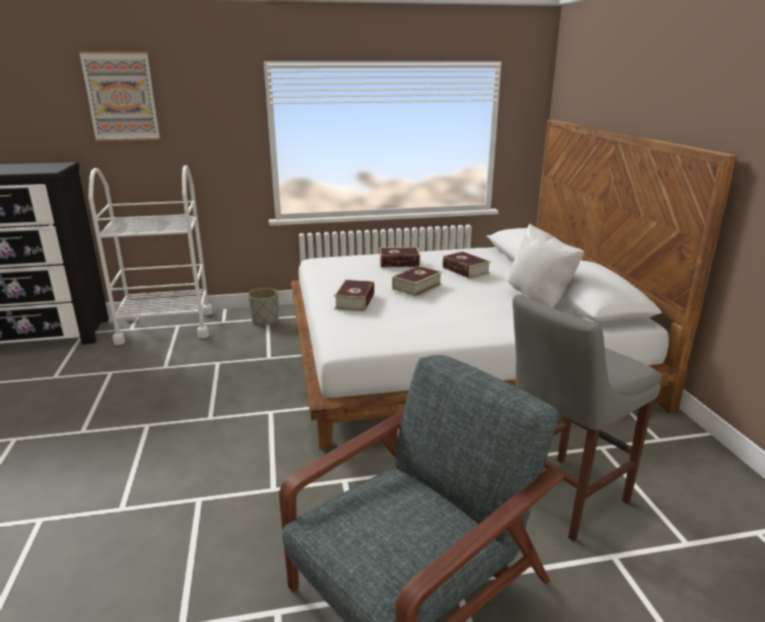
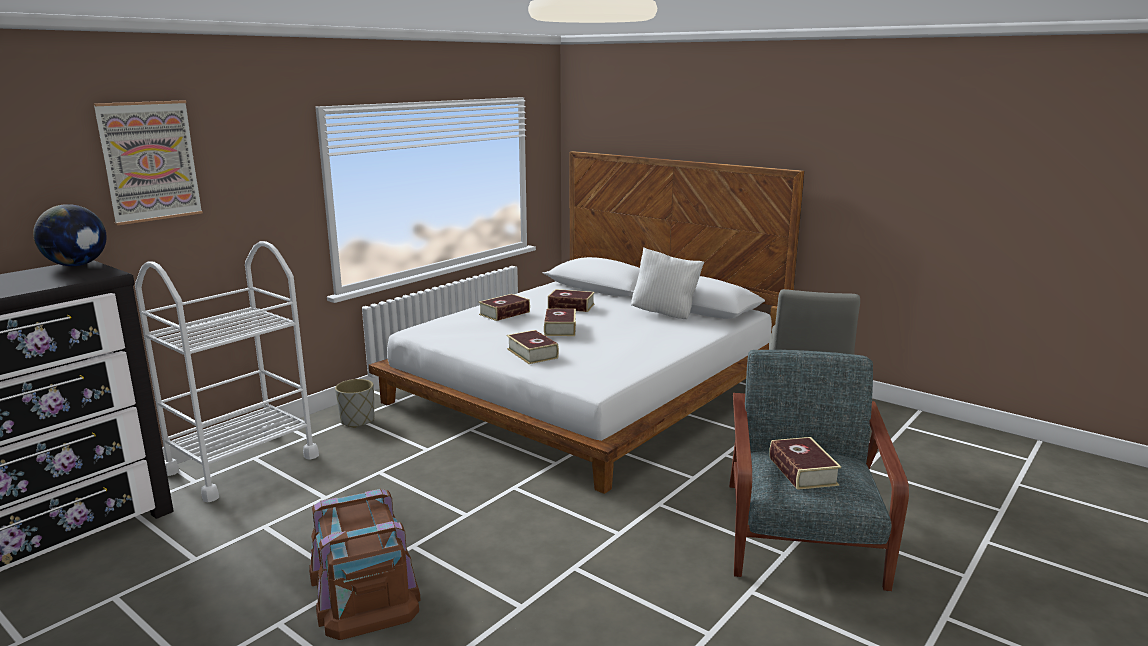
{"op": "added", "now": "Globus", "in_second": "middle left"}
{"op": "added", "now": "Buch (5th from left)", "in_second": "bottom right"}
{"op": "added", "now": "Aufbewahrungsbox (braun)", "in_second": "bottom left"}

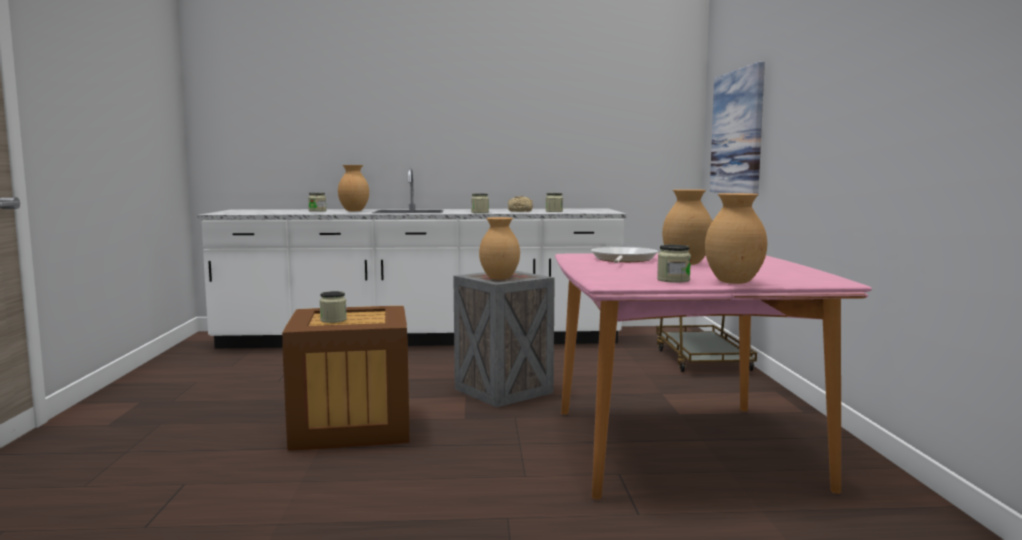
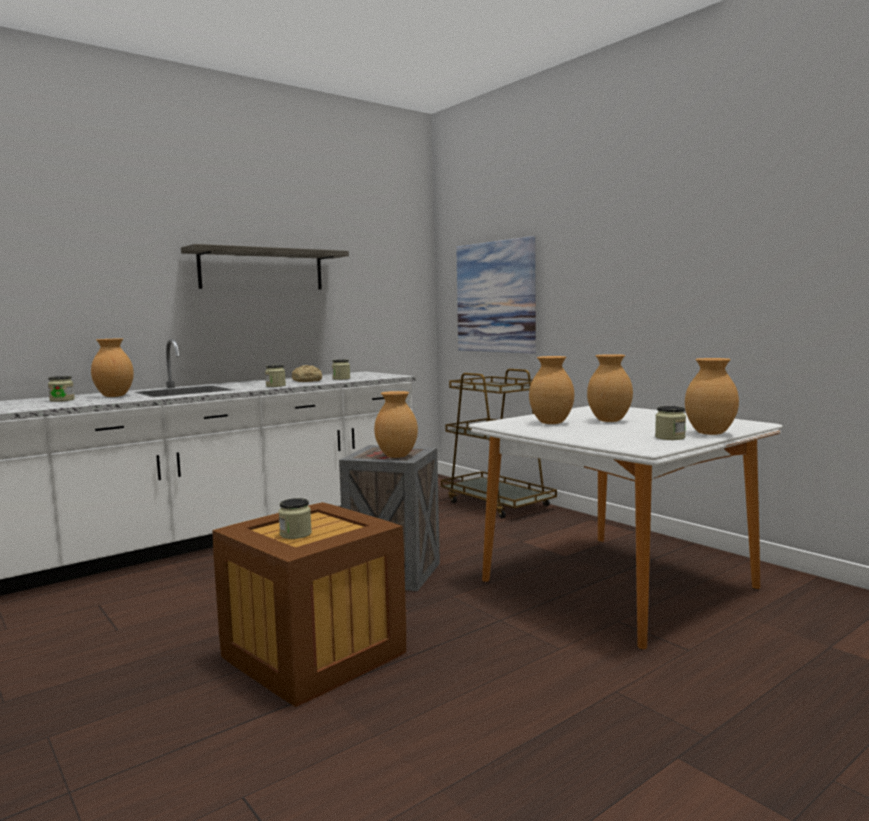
{"op": "replaced", "was": "Pfanne", "now": "Vase (braun) (3rd from left)", "in_first": "centre", "in_second": "centre"}
{"op": "recoloured", "was": "Esstisch (rosa)", "now": "Esstisch (weiß)", "in_first": "bottom right", "in_second": "middle right"}
{"op": "added", "now": "Wandregal", "in_second": "top left"}

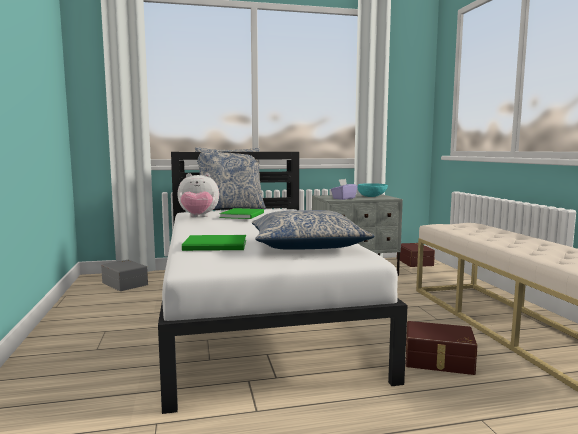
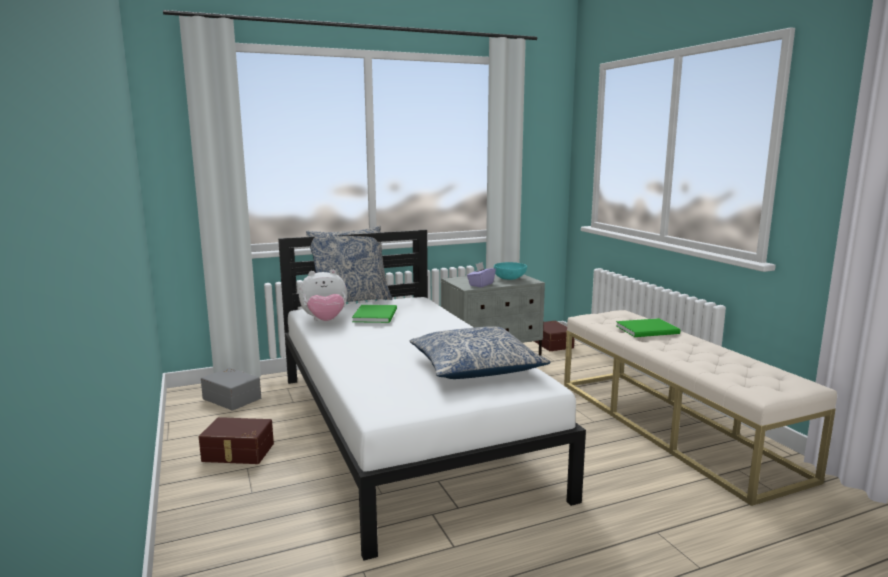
{"op": "moved", "was": "Buch (grün) (1st from left in the first image)", "now": "Buch (grün) (2nd from left)", "in_first": "centre", "in_second": "middle right"}
{"op": "moved", "was": "Aufbewahrungsbox (braun) (2nd from left in the first image)", "now": "Aufbewahrungsbox (braun) (1st from left)", "in_first": "bottom right", "in_second": "bottom left"}

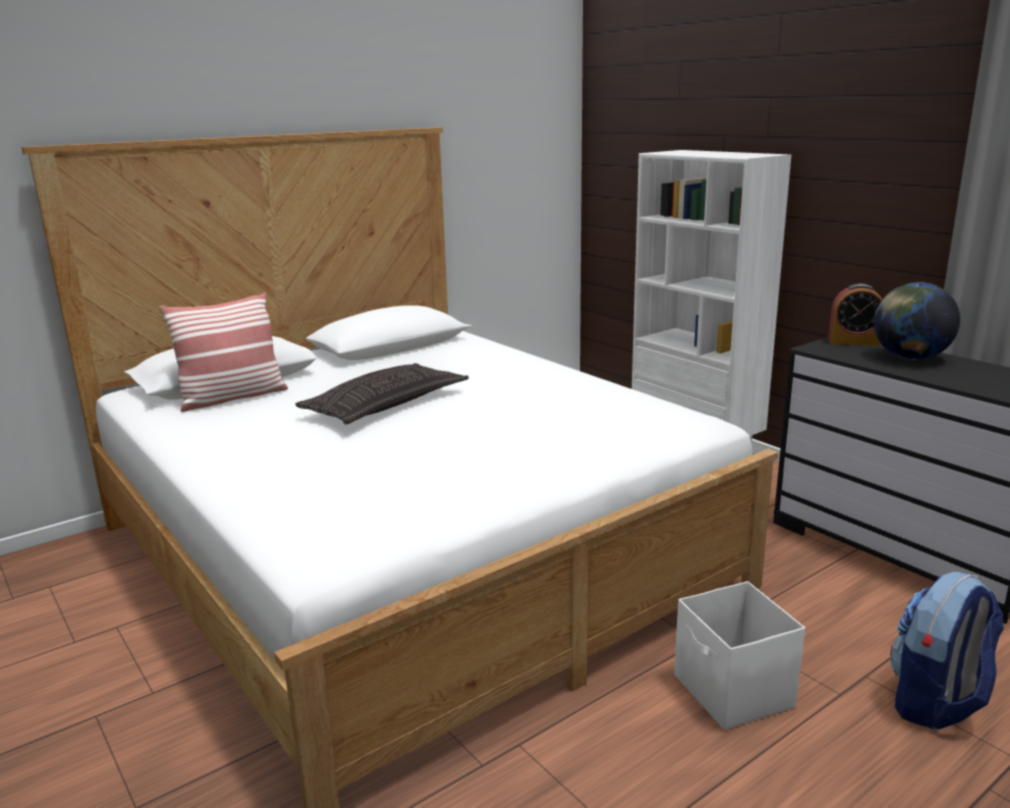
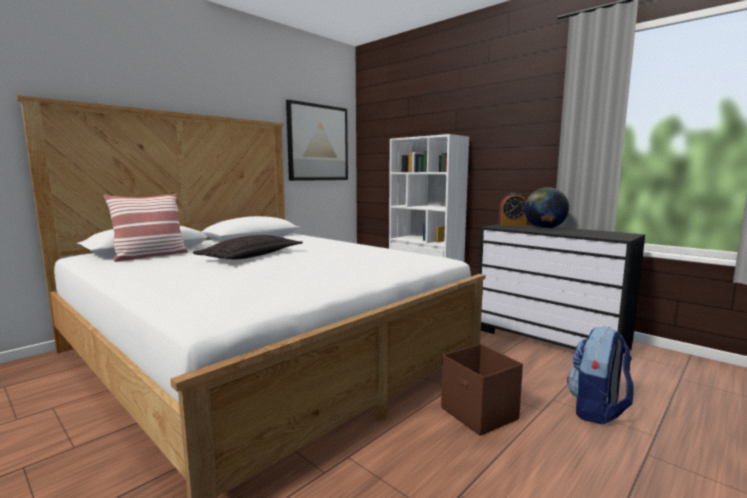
{"op": "recoloured", "was": "Aufbewahrungsbox (weiß)", "now": "Aufbewahrungsbox (braun)", "in_first": "bottom right", "in_second": "bottom centre"}
{"op": "added", "now": "Bild", "in_second": "top centre"}

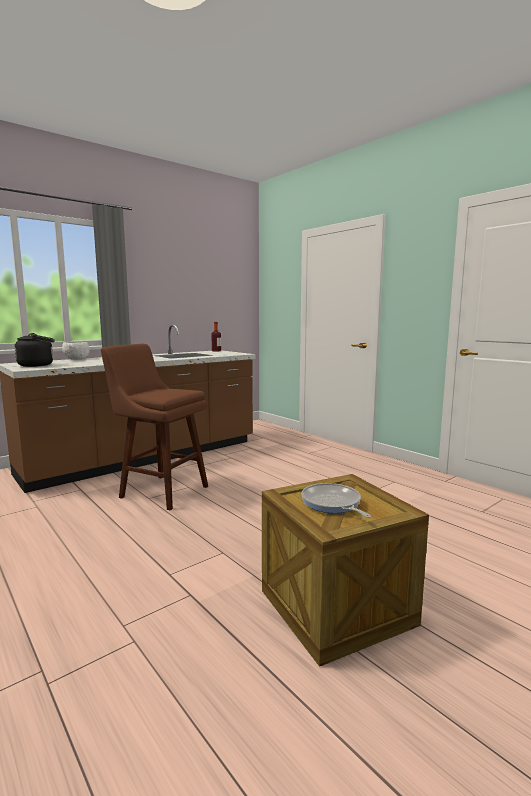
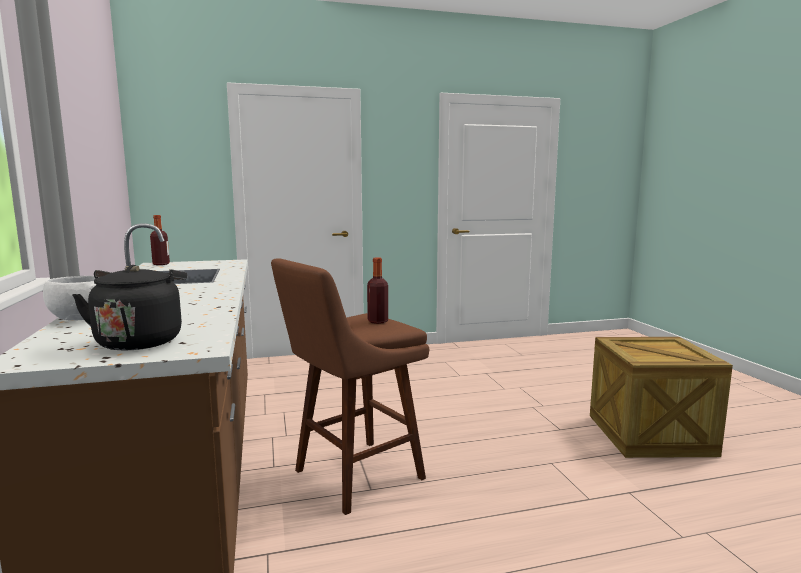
{"op": "removed", "was": "Pfanne", "in_first": "centre"}
{"op": "added", "now": "Flasche (2nd from left)", "in_second": "centre"}

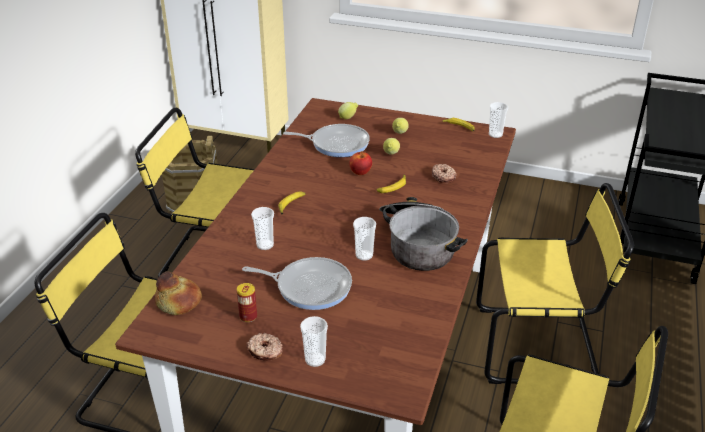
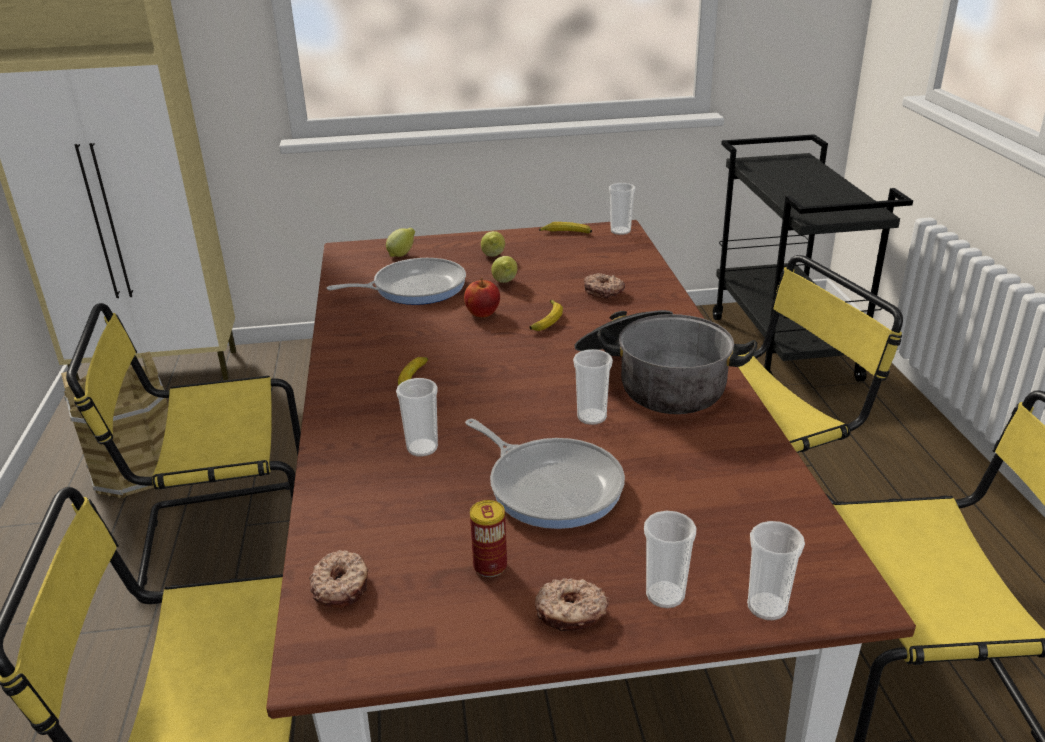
{"op": "turned", "was": "Pfanne (1st from left in the first image)", "in_first": "centre", "in_second": "centre", "clockwise": 60}
{"op": "replaced", "was": "Brot", "now": "Donut (1st from left)", "in_first": "bottom left", "in_second": "bottom left"}
{"op": "added", "now": "Tasse (5th from left)", "in_second": "bottom right"}

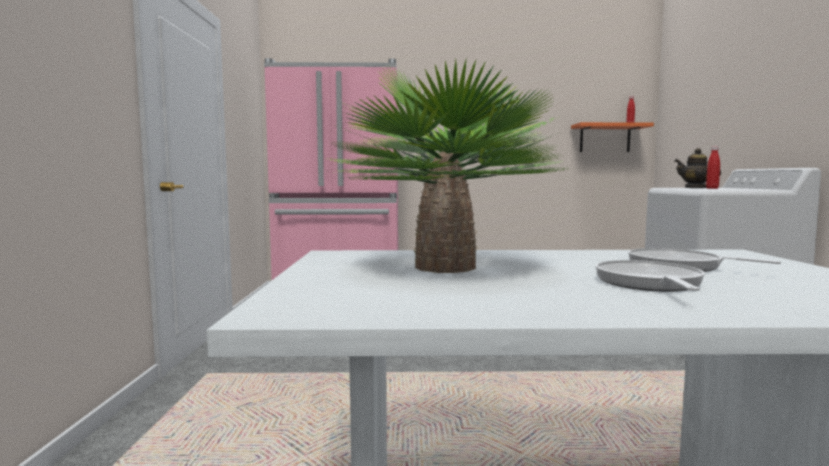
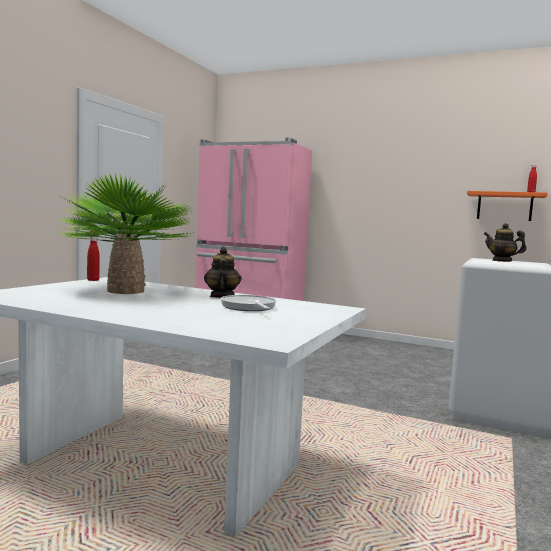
{"op": "moved", "was": "Flasche (rot) (2nd from left in the first image)", "now": "Flasche (rot) (1st from left)", "in_first": "middle right", "in_second": "middle left"}
{"op": "removed", "was": "Pfanne (1st from left)", "in_first": "middle right"}
{"op": "added", "now": "Teekanne (1st from left)", "in_second": "centre"}

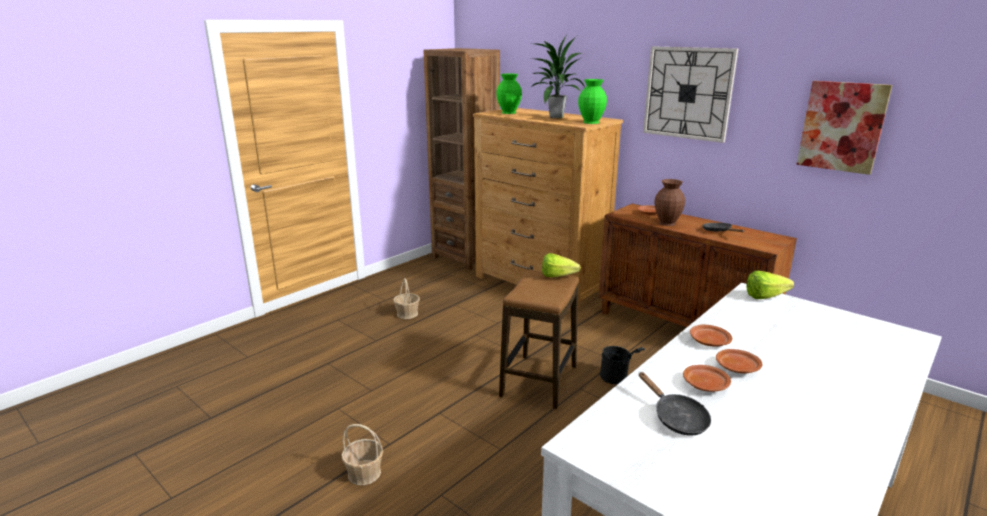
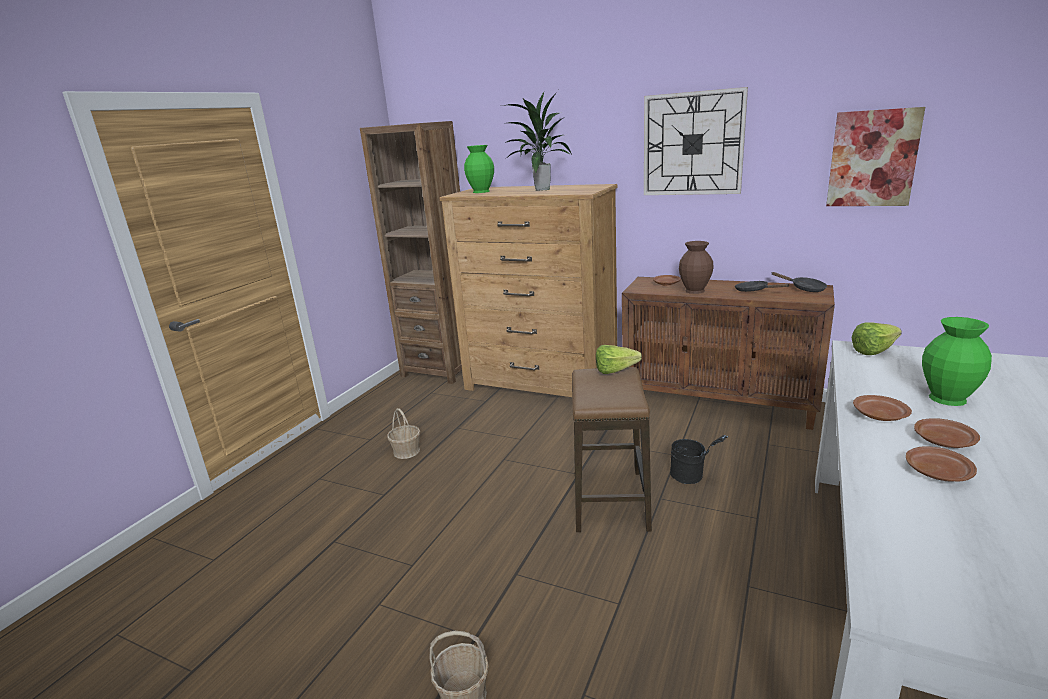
{"op": "moved", "was": "Vase (grün) (2nd from left)", "in_first": "top centre", "in_second": "middle right"}
{"op": "moved", "was": "Pfanne (schwarz) (1st from left in the first image)", "now": "Pfanne (schwarz) (2nd from left)", "in_first": "bottom right", "in_second": "middle right"}

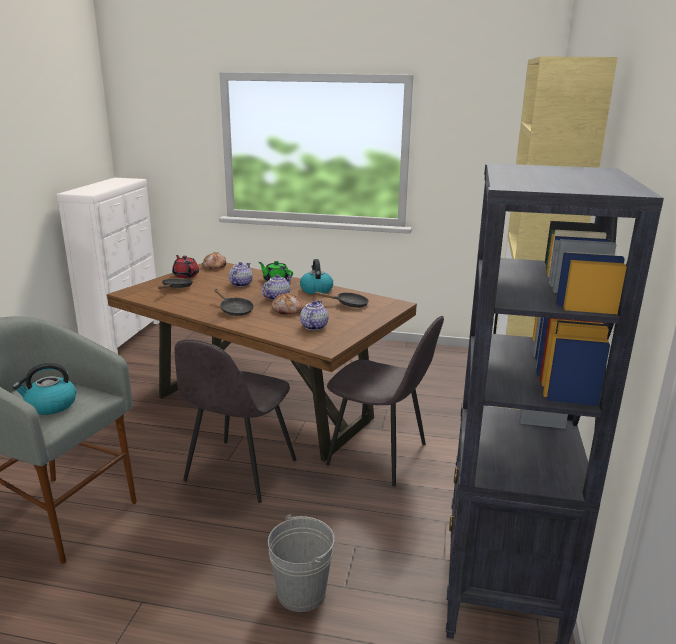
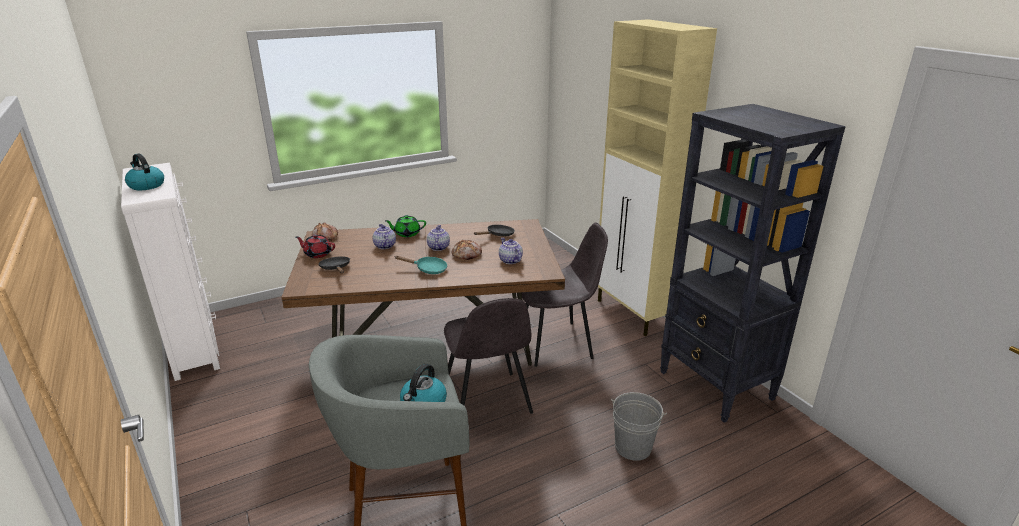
{"op": "moved", "was": "Wasserkessel (2nd from left in the first image)", "now": "Wasserkessel (1st from left)", "in_first": "centre", "in_second": "top left"}
{"op": "recoloured", "was": "Pfanne (schwarz) (2nd from left)", "now": "Pfanne (türkis)", "in_first": "centre", "in_second": "centre"}

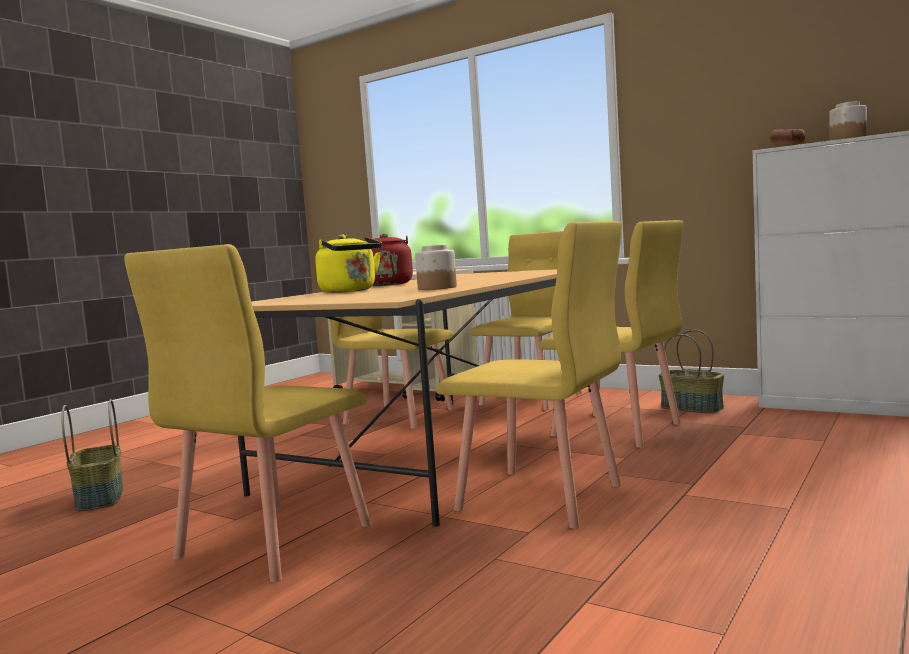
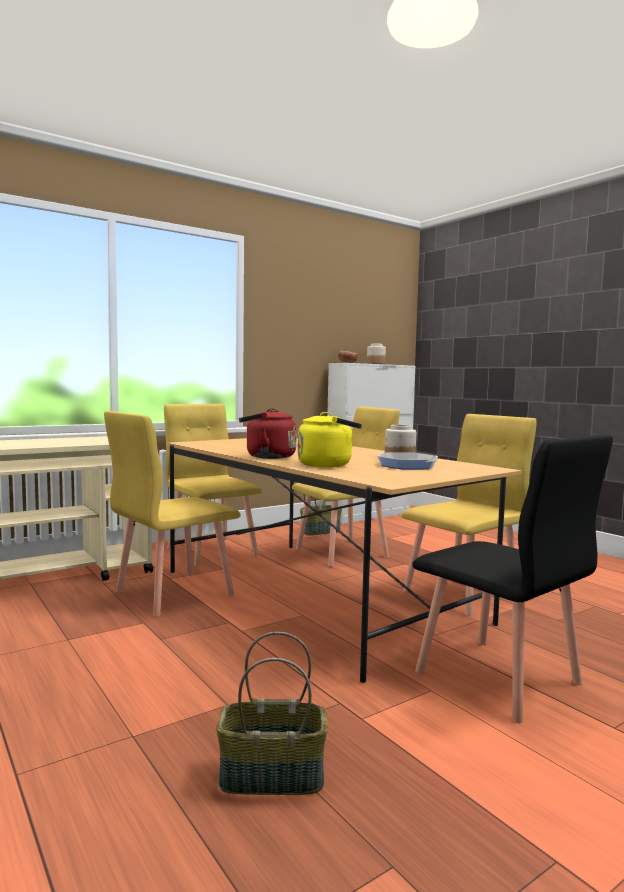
{"op": "recoloured", "was": "Stuhl (gelb) (1st from left)", "now": "Stuhl (schwarz)", "in_first": "middle left", "in_second": "middle right"}
{"op": "added", "now": "Pfanne", "in_second": "centre"}

